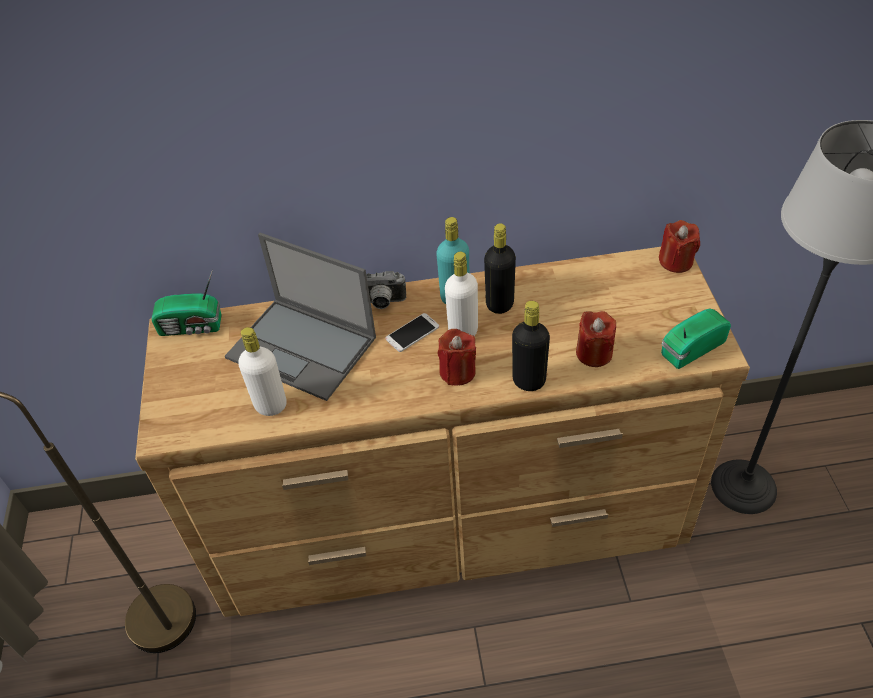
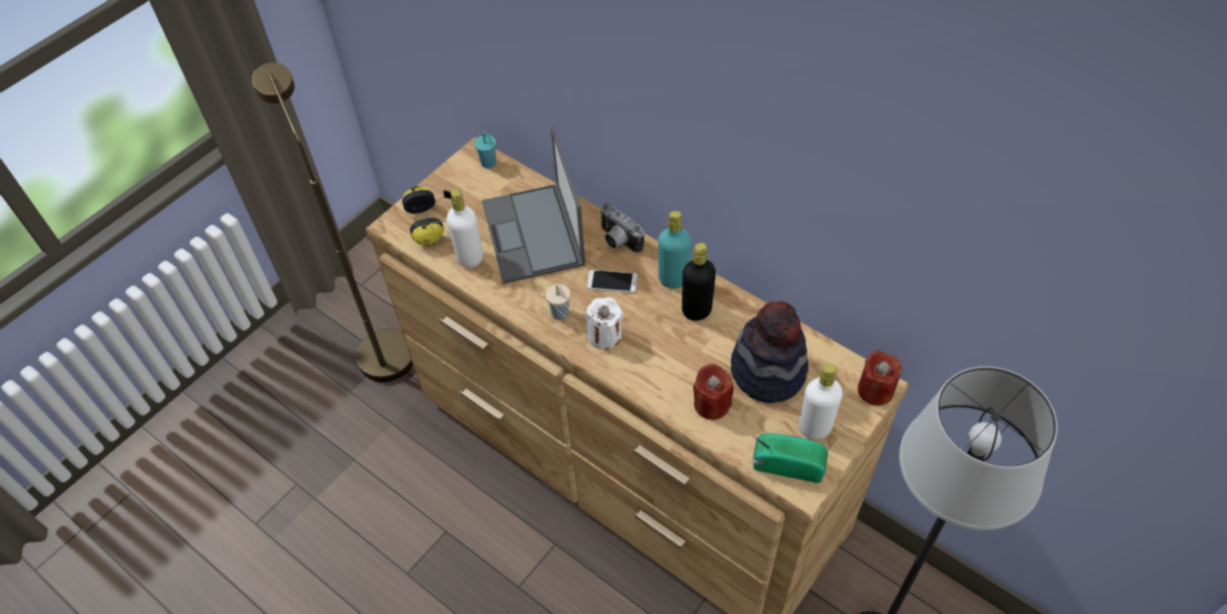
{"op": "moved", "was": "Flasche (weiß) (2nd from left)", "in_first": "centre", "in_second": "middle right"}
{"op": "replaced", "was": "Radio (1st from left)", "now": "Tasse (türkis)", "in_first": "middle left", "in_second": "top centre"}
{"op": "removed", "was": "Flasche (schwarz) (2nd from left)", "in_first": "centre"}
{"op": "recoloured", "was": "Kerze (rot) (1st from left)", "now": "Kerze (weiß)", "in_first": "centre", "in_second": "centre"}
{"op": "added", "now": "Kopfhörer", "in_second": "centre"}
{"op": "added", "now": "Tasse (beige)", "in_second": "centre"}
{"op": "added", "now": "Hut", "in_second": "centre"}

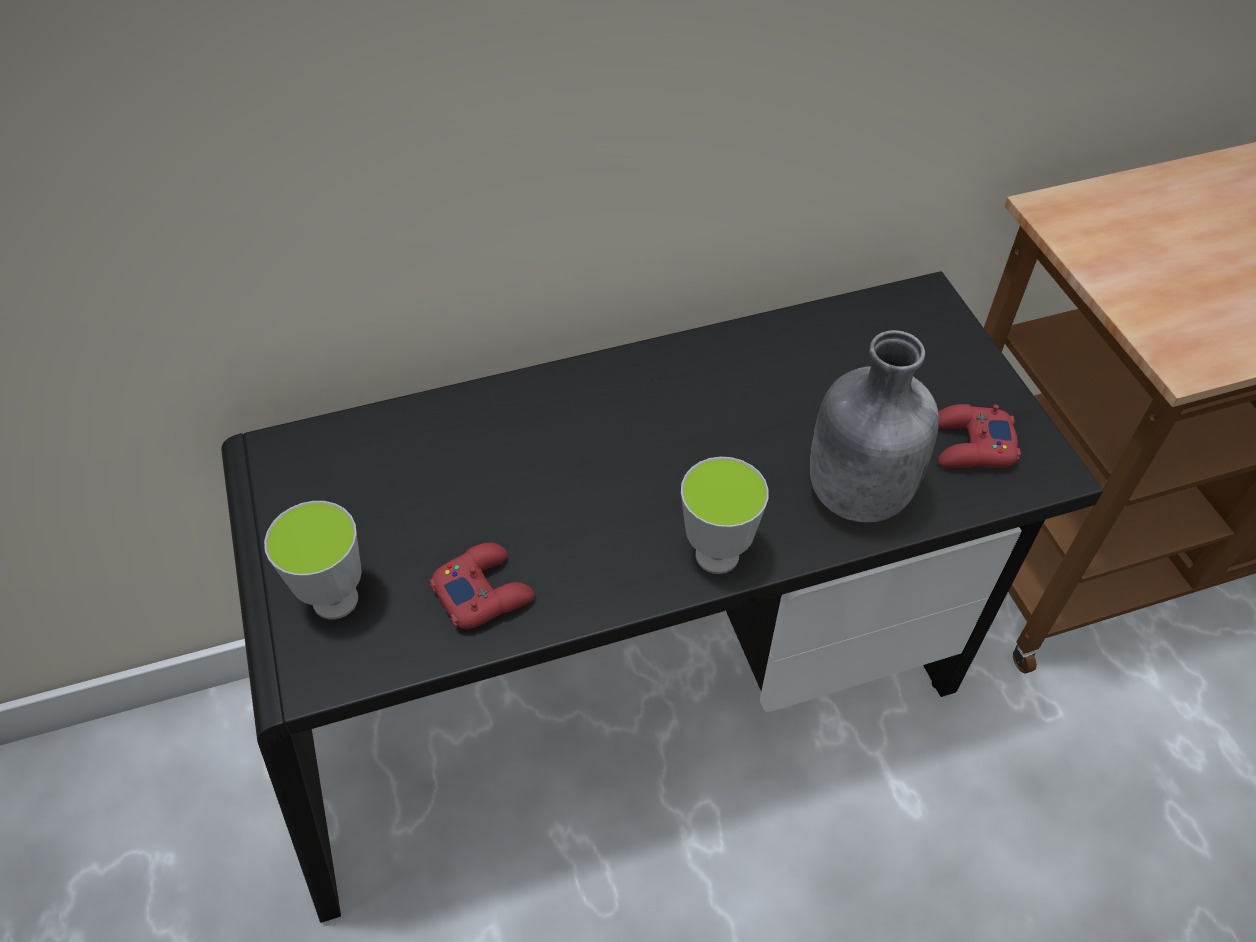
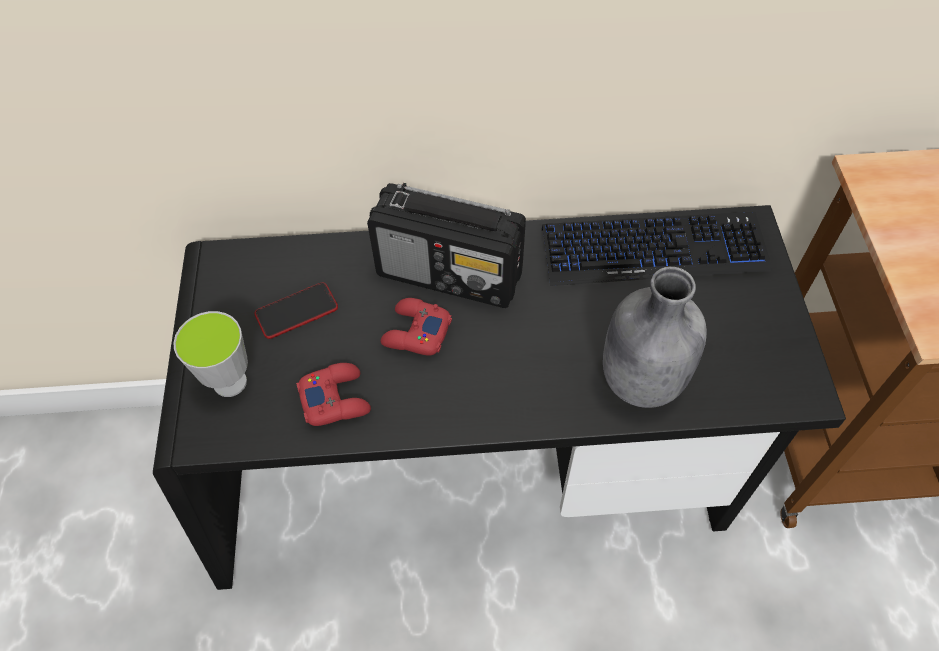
{"op": "moved", "was": "Gamepad (rot) (2nd from left)", "in_first": "middle right", "in_second": "centre"}
{"op": "removed", "was": "Tasse (2nd from left)", "in_first": "centre"}
{"op": "added", "now": "Radio", "in_second": "centre"}
{"op": "added", "now": "Tastatur", "in_second": "middle right"}
{"op": "added", "now": "Handy", "in_second": "middle left"}

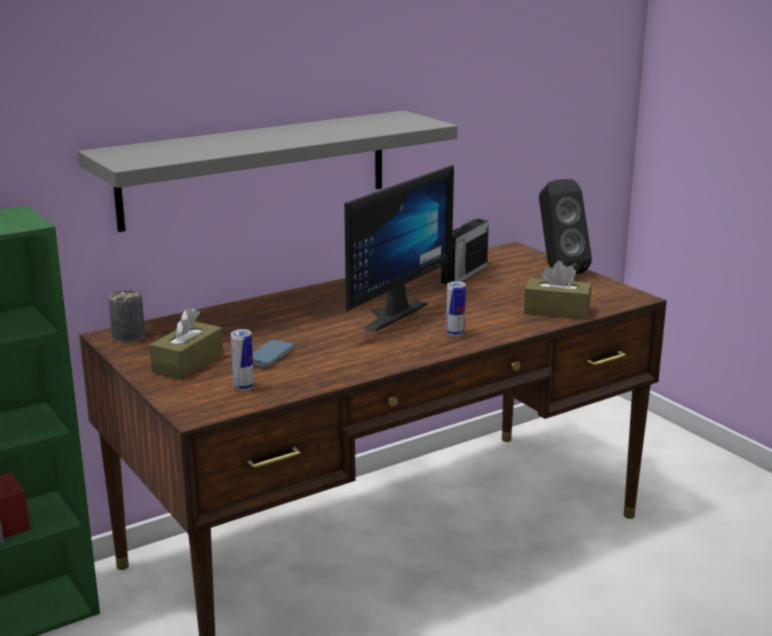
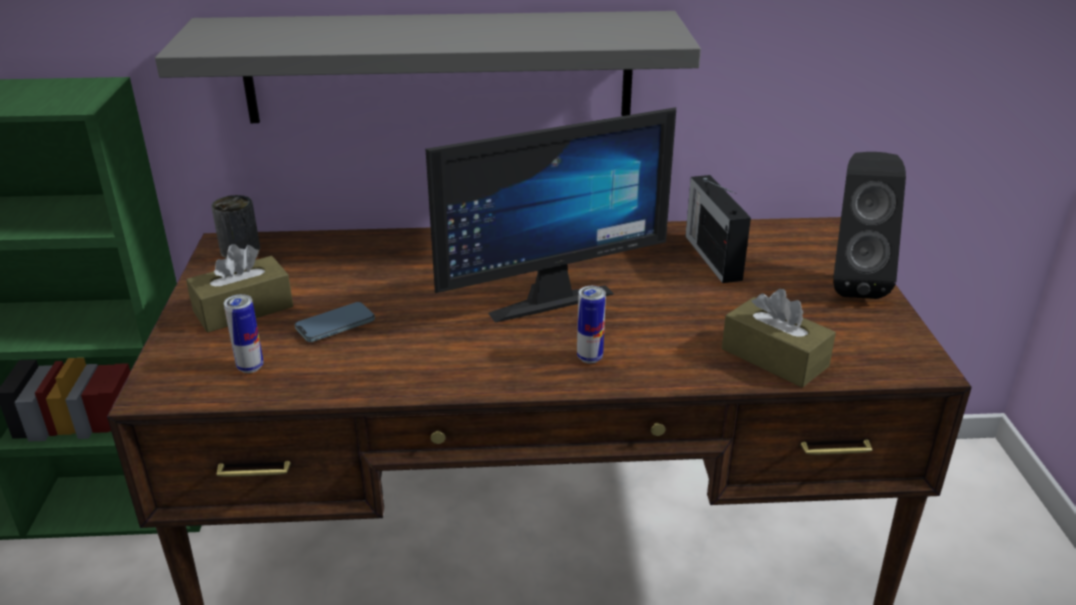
{"op": "turned", "was": "Radio", "in_first": "centre", "in_second": "middle right", "clockwise": 105}

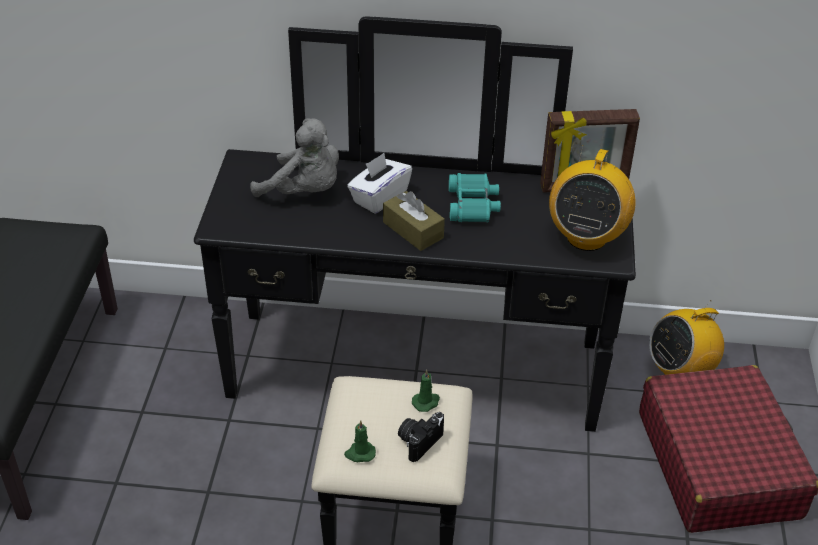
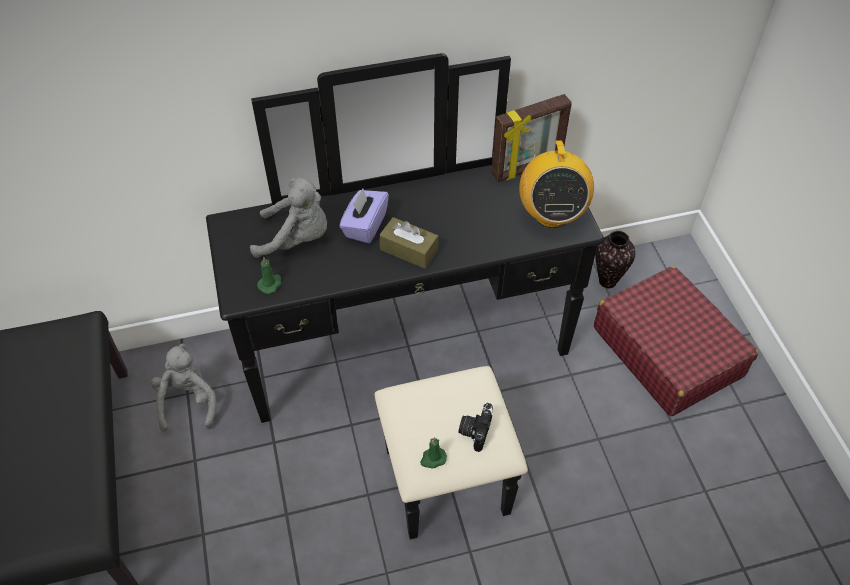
{"op": "recoloured", "was": "Taschentuchbox (weiß)", "now": "Taschentuchbox (lila)", "in_first": "centre", "in_second": "centre"}
{"op": "removed", "was": "Fernglas (türkis)", "in_first": "centre"}
{"op": "replaced", "was": "Radio (2nd from left)", "now": "Vase", "in_first": "middle right", "in_second": "middle right"}
{"op": "moved", "was": "Kerze (grün) (2nd from left in the first image)", "now": "Kerze (grün) (1st from left)", "in_first": "bottom centre", "in_second": "middle left"}
{"op": "added", "now": "Plüschtier (grau) (1st from left)", "in_second": "middle left"}

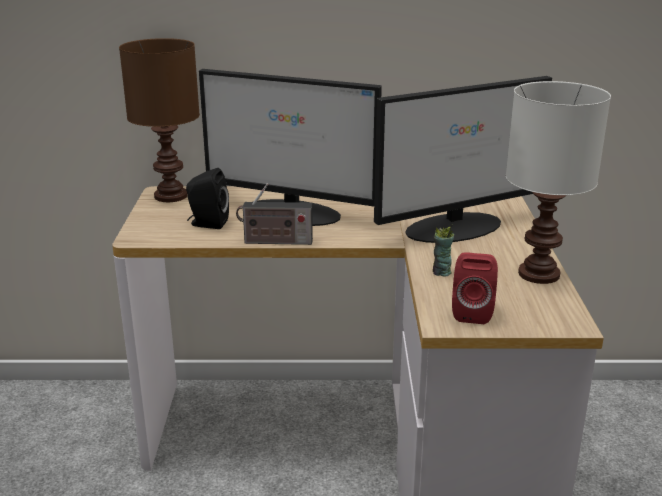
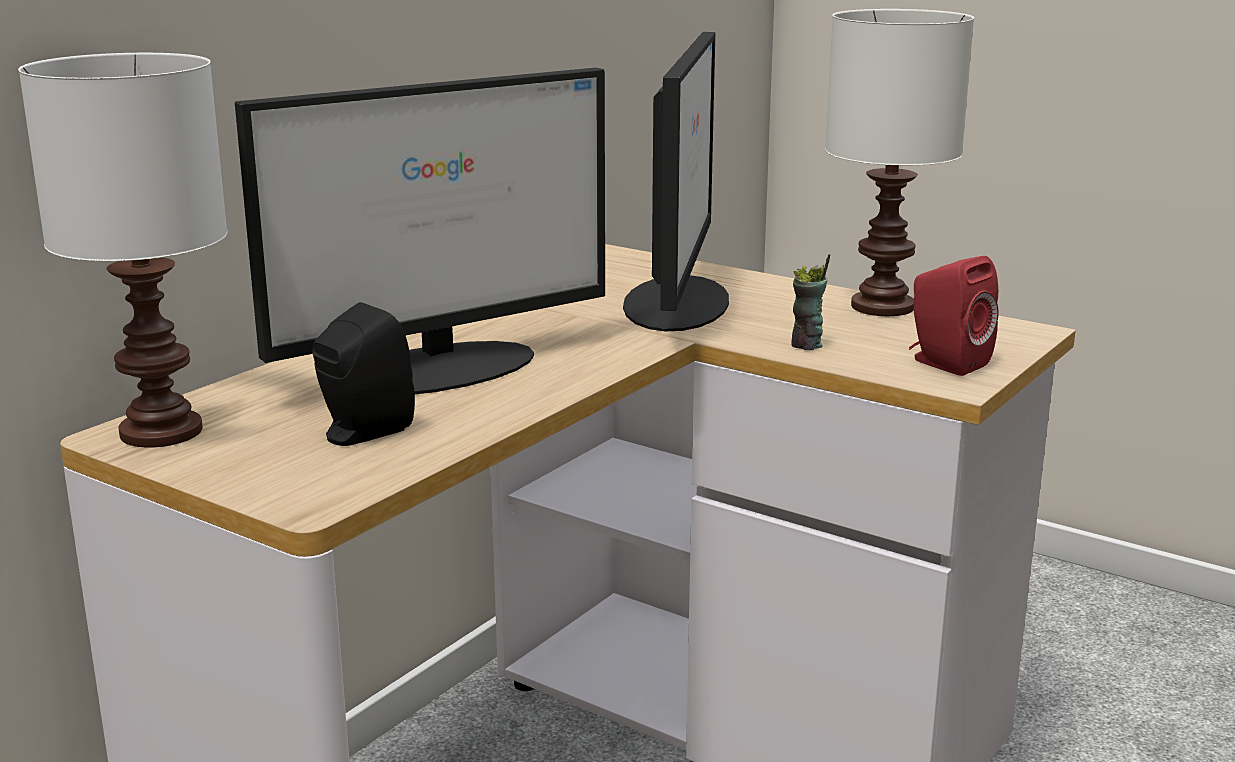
{"op": "recoloured", "was": "Tischlampe (braun)", "now": "Tischlampe (weiß) (1st from left)", "in_first": "top left", "in_second": "top left"}
{"op": "removed", "was": "Radio", "in_first": "centre"}

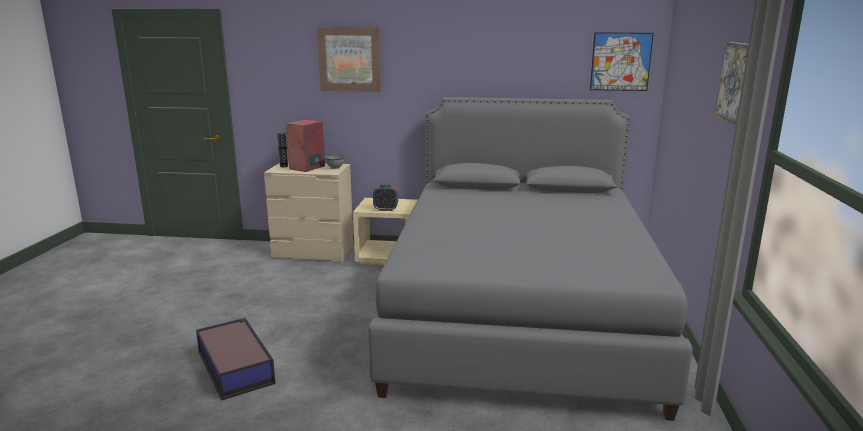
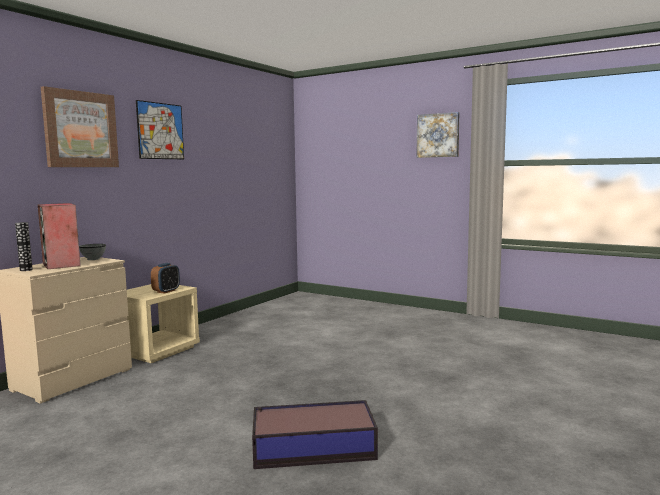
{"op": "moved", "was": "Bild (2nd from left)", "in_first": "top right", "in_second": "top left"}
{"op": "removed", "was": "Bett (grau)", "in_first": "centre"}

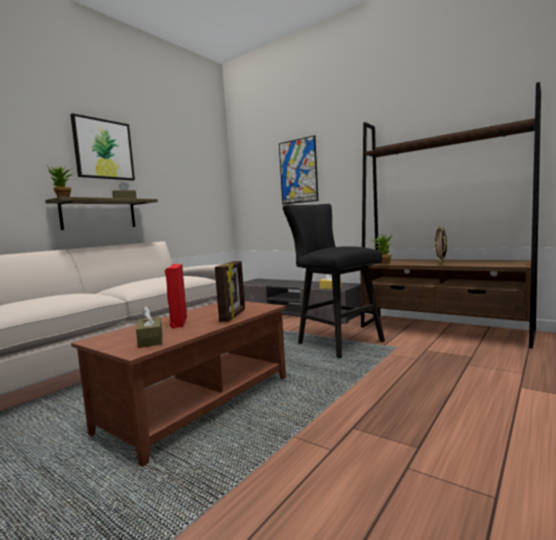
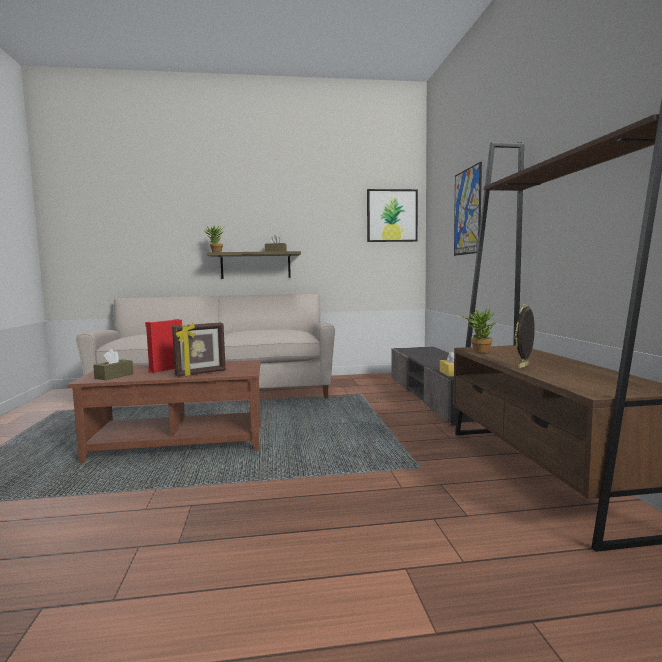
{"op": "moved", "was": "Bild (1st from left)", "in_first": "top left", "in_second": "top centre"}
{"op": "removed", "was": "Hocker (schwarz)", "in_first": "centre"}

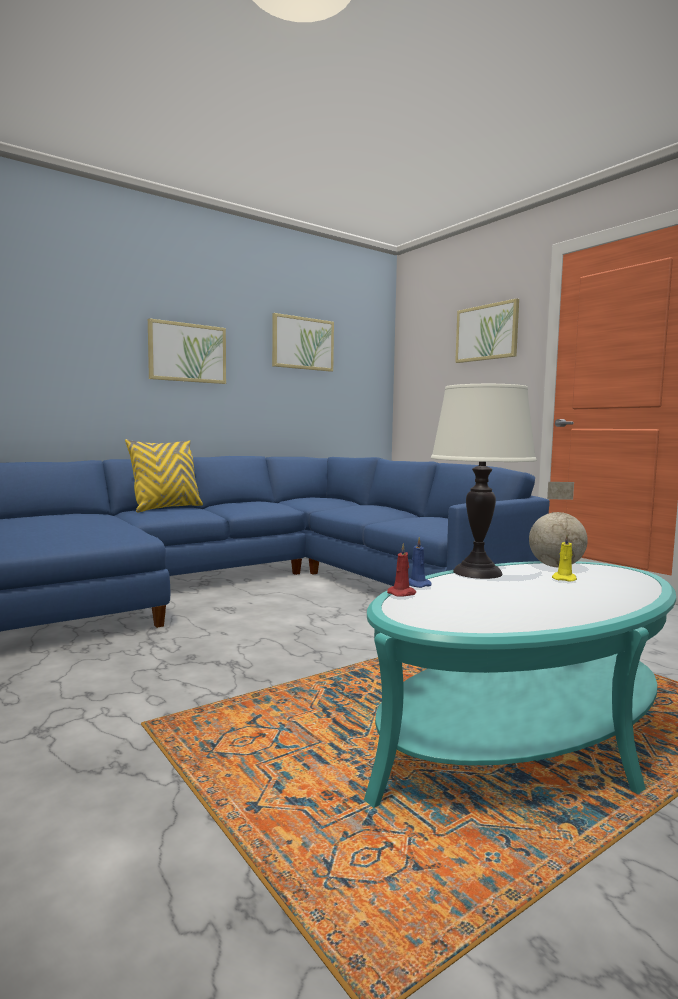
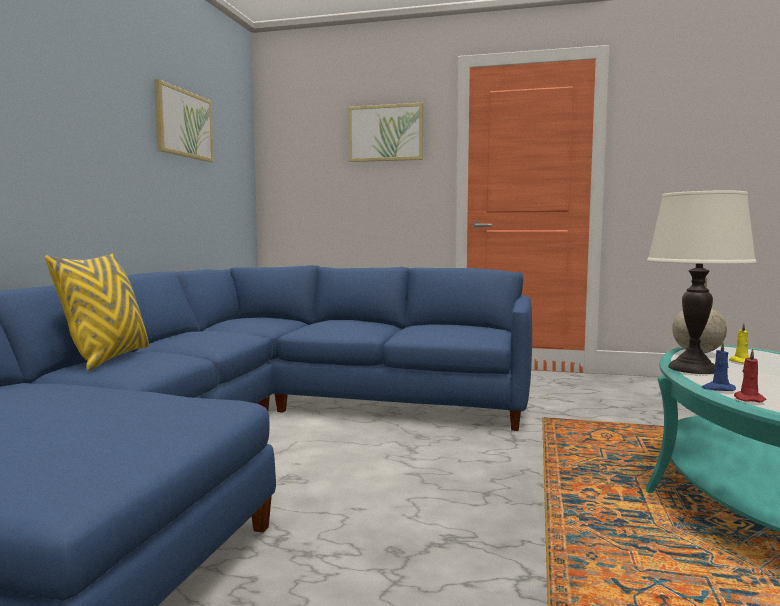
{"op": "removed", "was": "Bild (1st from left)", "in_first": "middle left"}

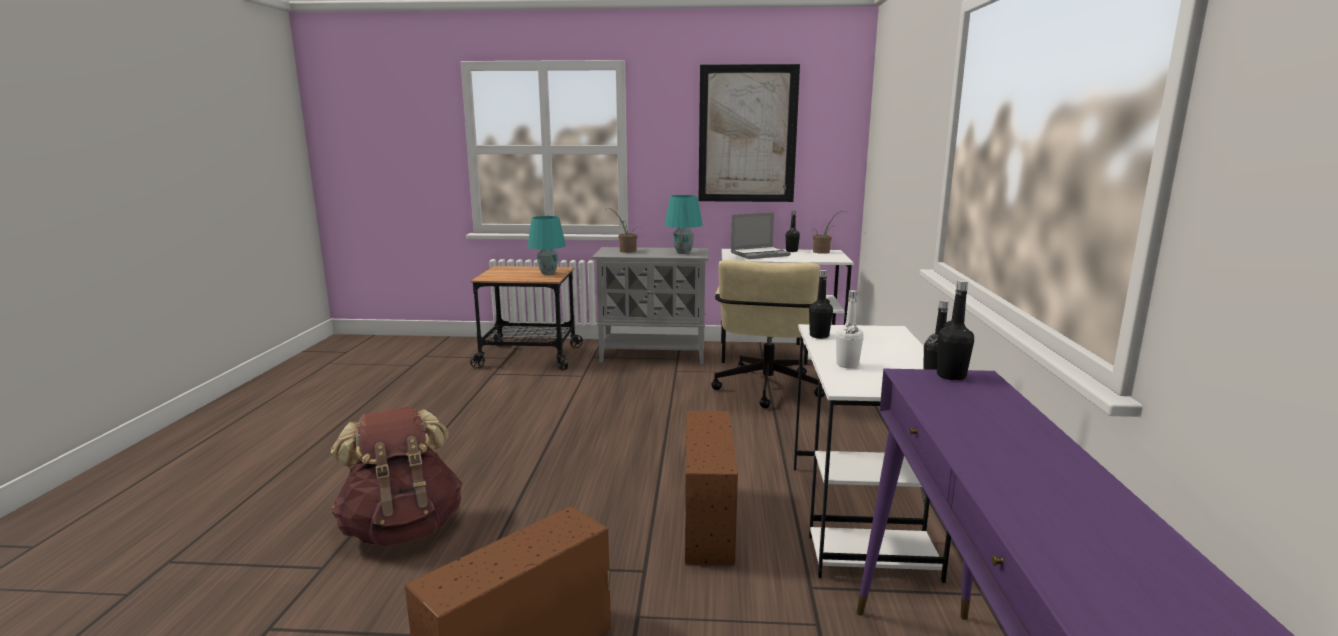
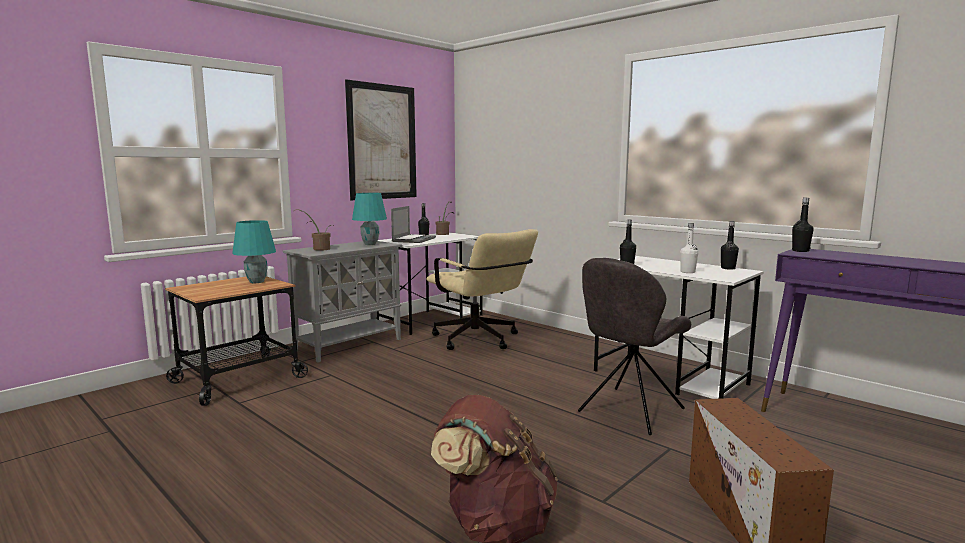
{"op": "replaced", "was": "Aufbewahrungsbox (braun) (2nd from left)", "now": "Stuhl (grau)", "in_first": "bottom centre", "in_second": "centre"}

